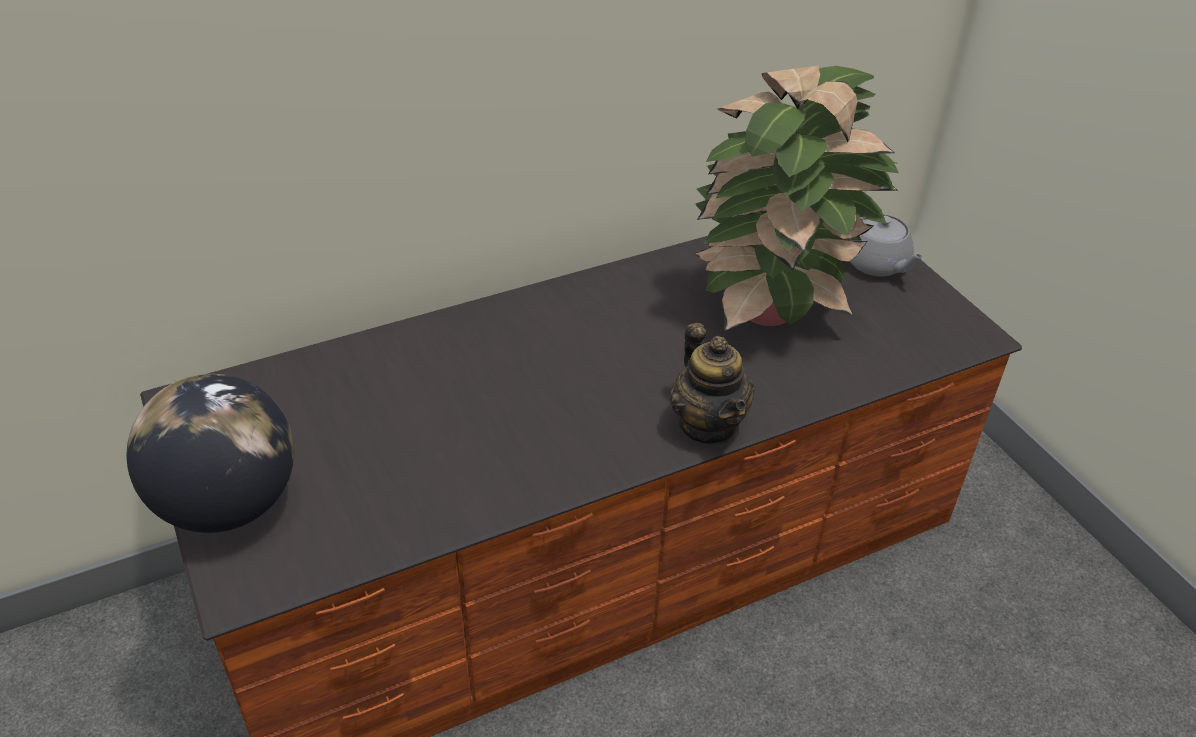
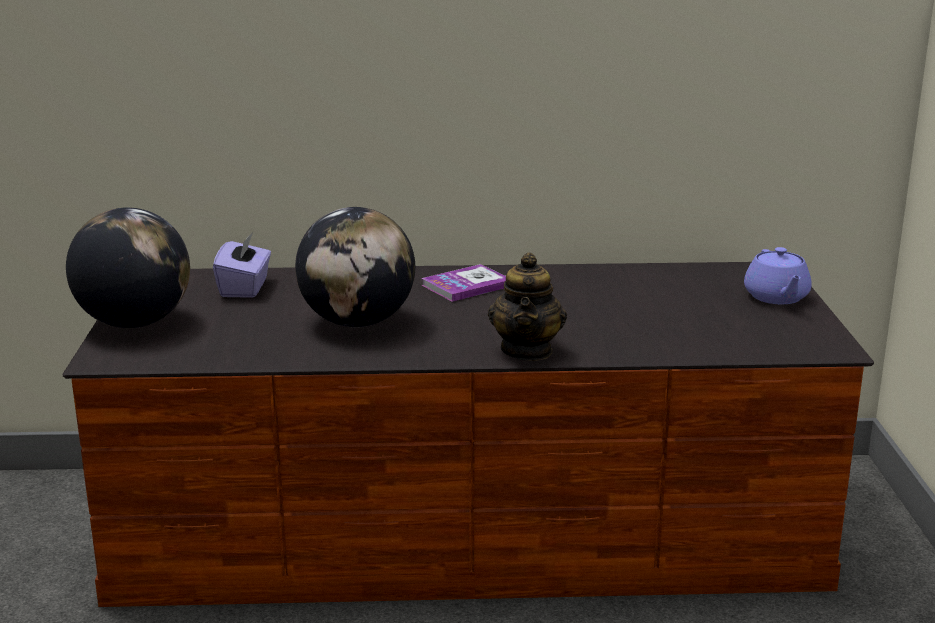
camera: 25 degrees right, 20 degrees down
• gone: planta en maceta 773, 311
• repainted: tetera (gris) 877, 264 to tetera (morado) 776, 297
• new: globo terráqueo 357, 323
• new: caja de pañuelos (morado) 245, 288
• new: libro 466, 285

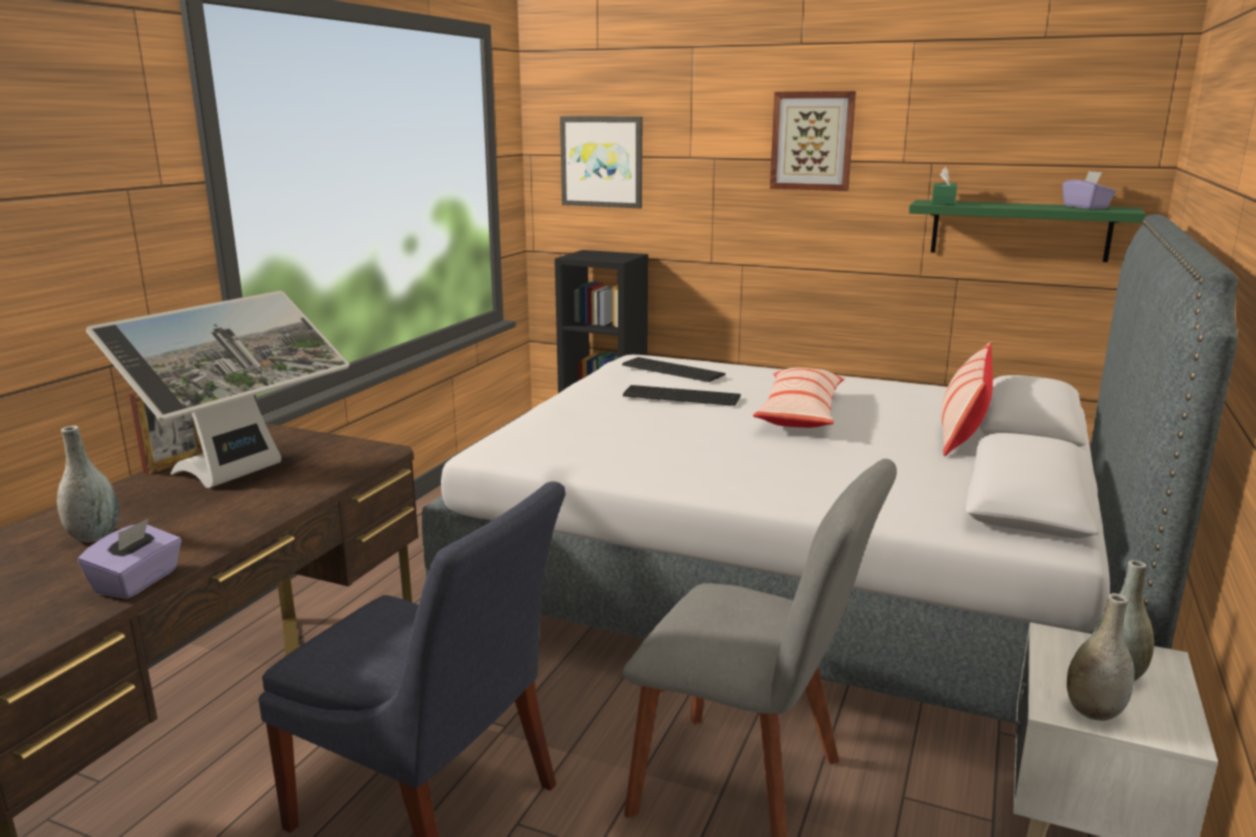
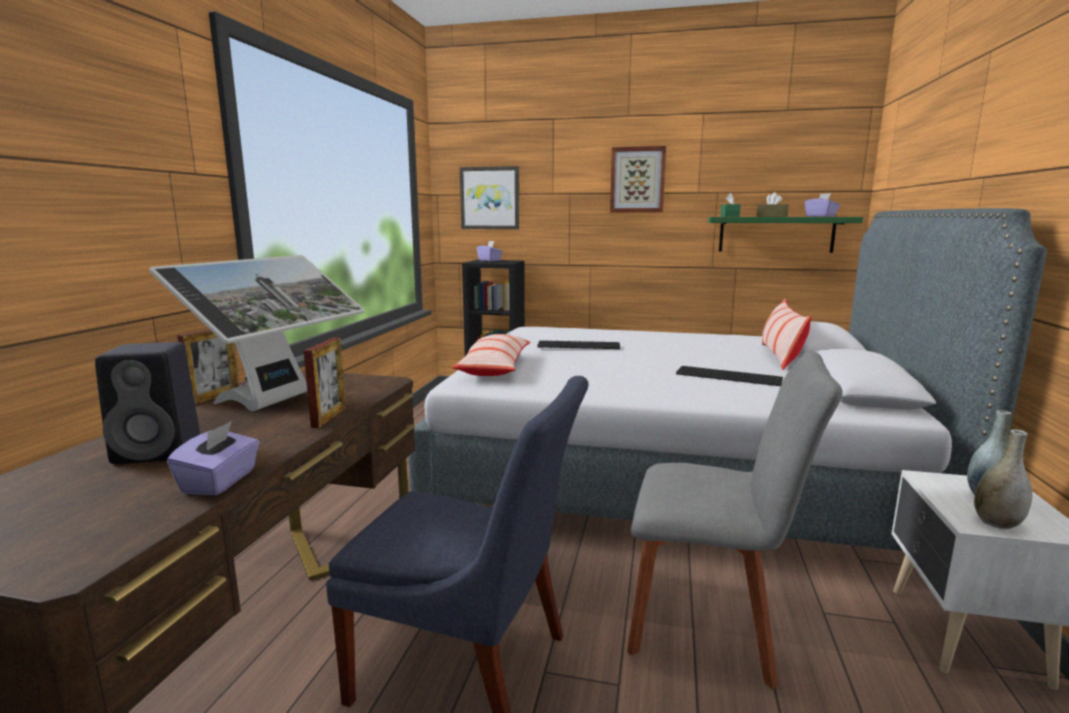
camera: 10 degrees left, 5 degrees down
• shifted: teclado 672, 370 to 729, 377
• shifted: cojín 800, 413 to 495, 367
• swapped: florero (gris) 94, 536 to altavoz (negro) 161, 450
• new: caja de pañuelos (marrón) 771, 216
• new: caja de pañuelos (morado) 489, 260
• new: portarretratos 329, 417

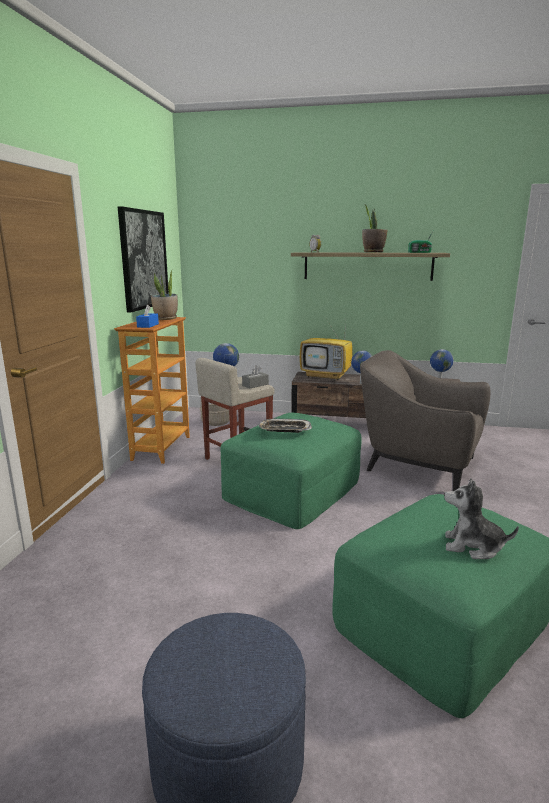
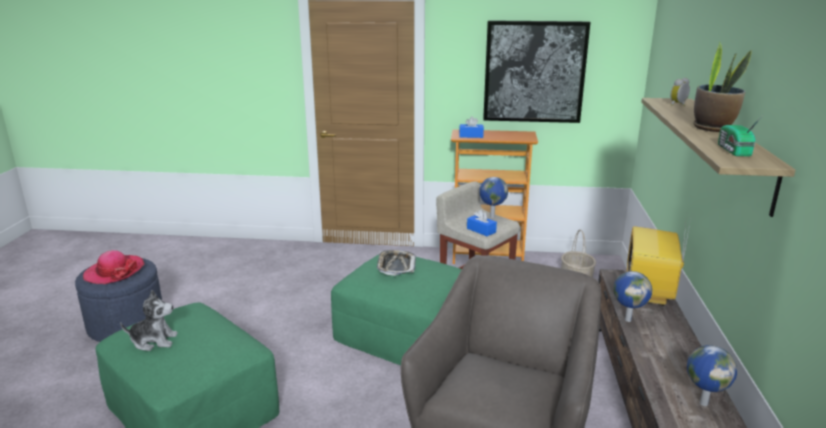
camera: 85 degrees right, 5 degrees up
• gone: planta en maceta 166, 318
• repainted: caja de pañuelos (gris) 255, 385 to caja de pañuelos (azul) 481, 230
• rotated: peluche 472, 546 = 154, 341 75 degrees clockwise
• new: sombrero 114, 272

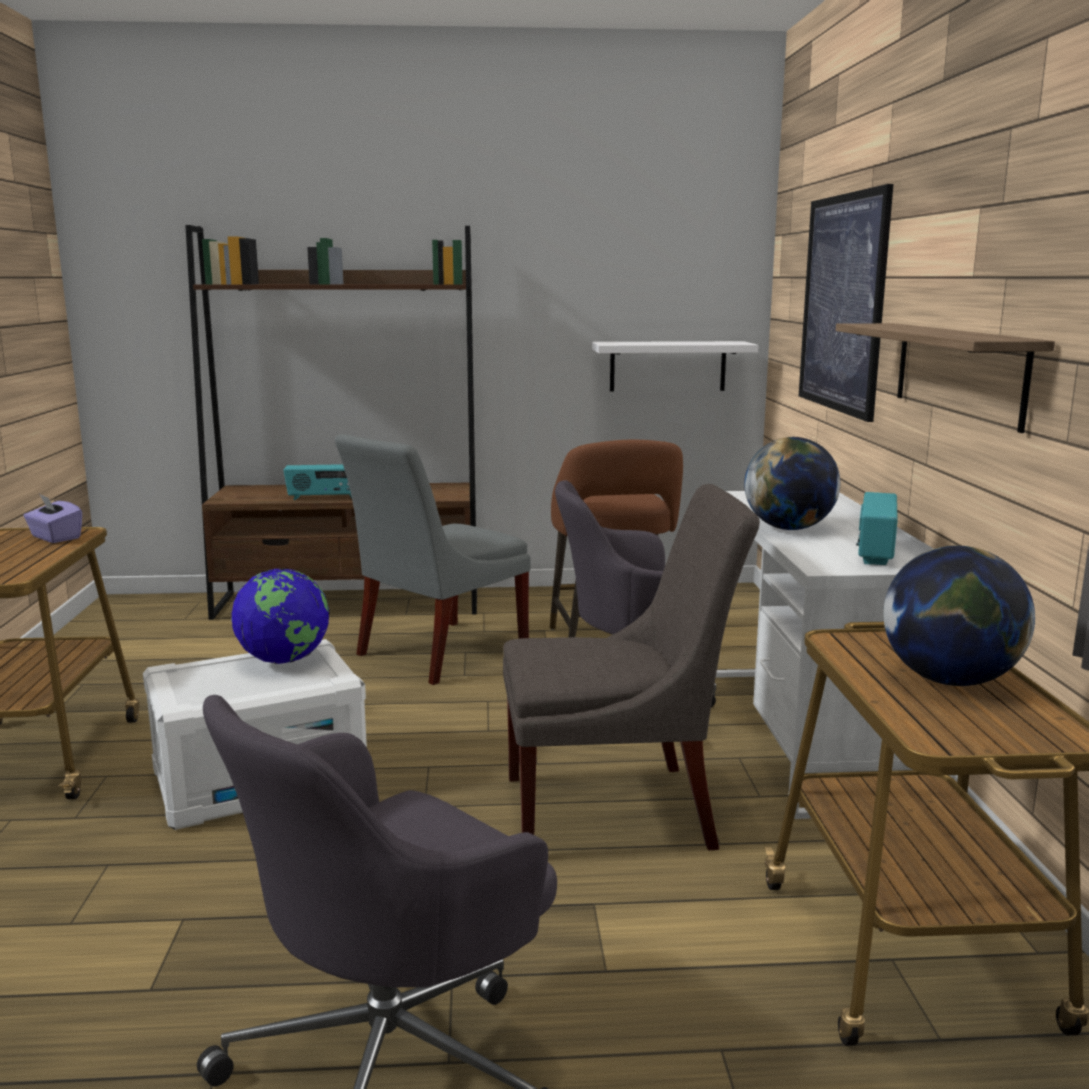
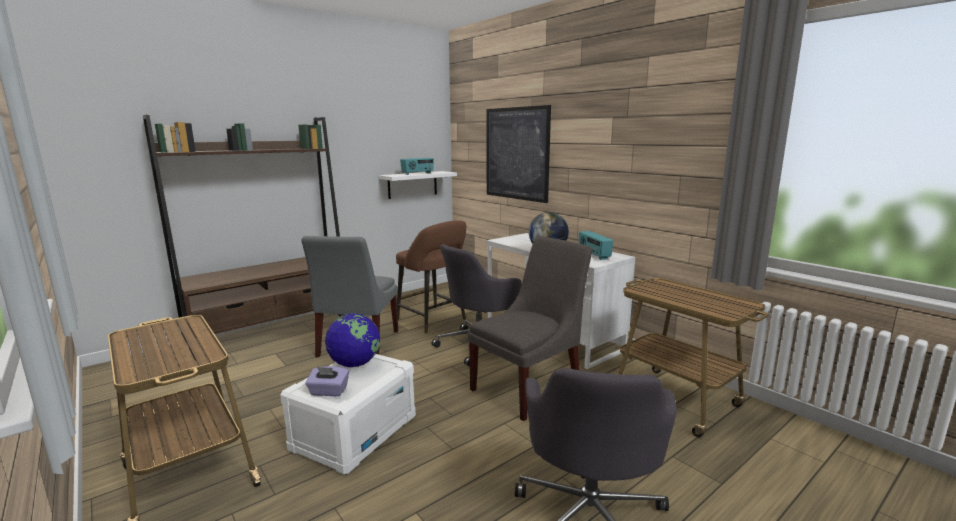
camera: 35 degrees left, 0 degrees up
• gone: estante 958, 372
• shifted: radio 324, 498 to 418, 173
• shifted: caja de pañuelos (morado) 55, 537 to 328, 392
• gone: globo terráqueo 949, 680

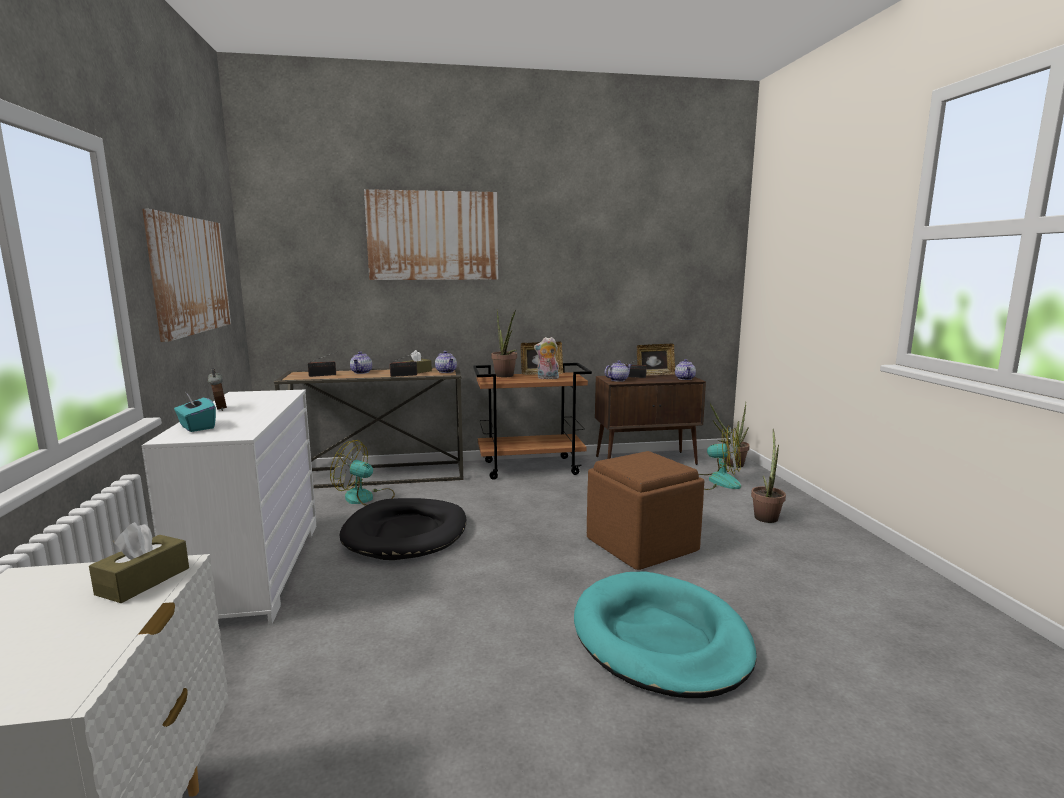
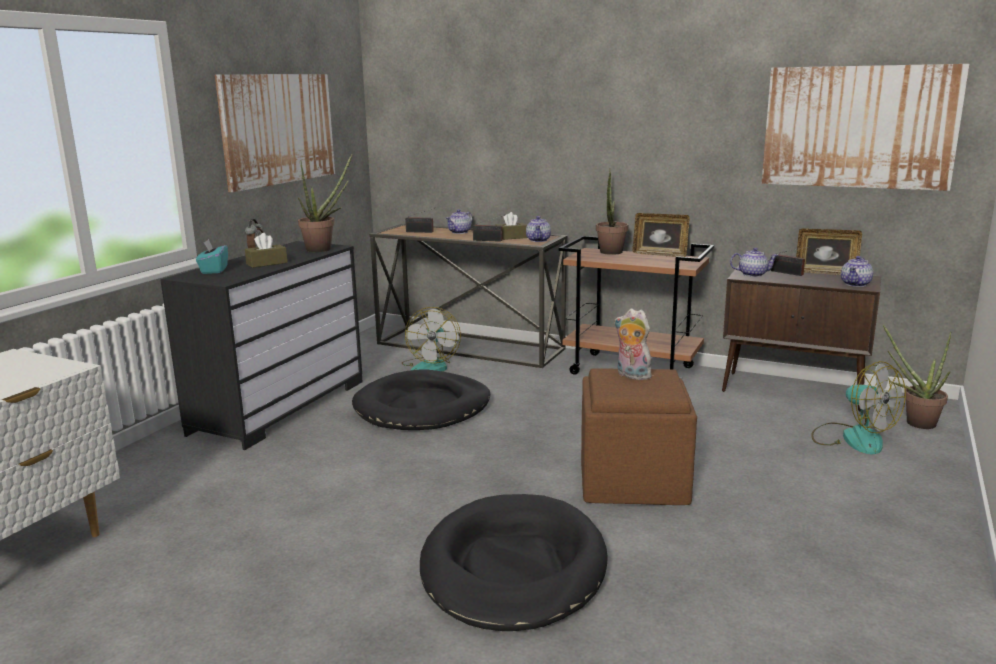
camera: 35 degrees right, 5 degrees up
• shifted: cuadro 433, 236 to 858, 127
• shifted: peluche 547, 378 to 631, 375
• repainted: cómoda (blanco) 254, 570 to cómoda (negro) 279, 406
• shifted: planta en maceta 766, 516 to 324, 249
• rotated: ventilador 366, 498 = 430, 366 135 degrees counterclockwise
• shifted: caja de pañuelos (marrón) 143, 581 to 267, 263
• repainted: cama para perro (turquesa) 660, 638 to cama para perro (negro) 513, 568

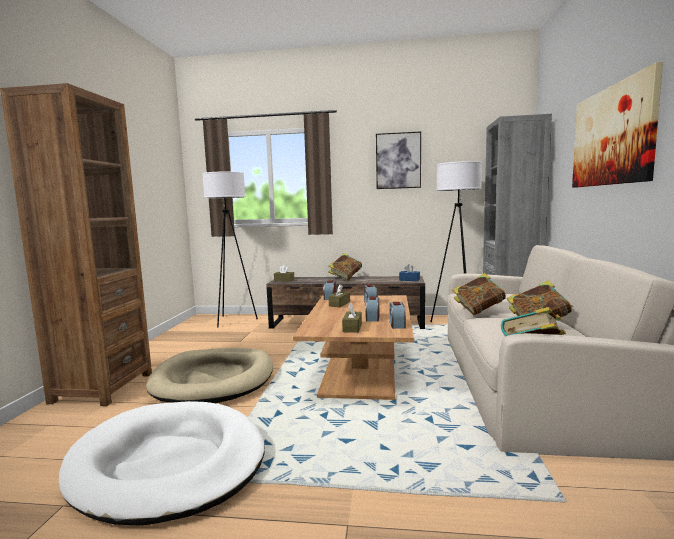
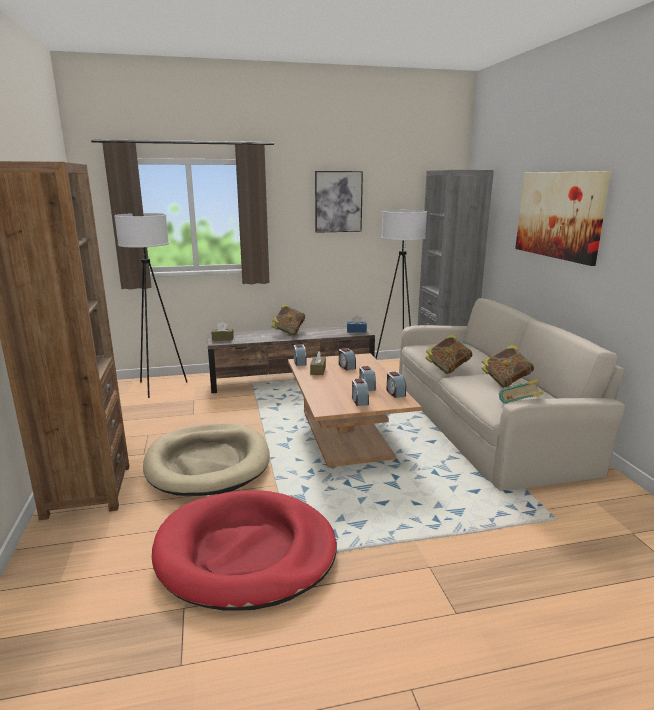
camera: 20 degrees left, 10 degrees up
• swapped: caja de pañuelos (marrón) 352, 328 to despertador 359, 401
• repainted: cama para perro (blanco) 169, 464 to cama para perro (rojo) 246, 553

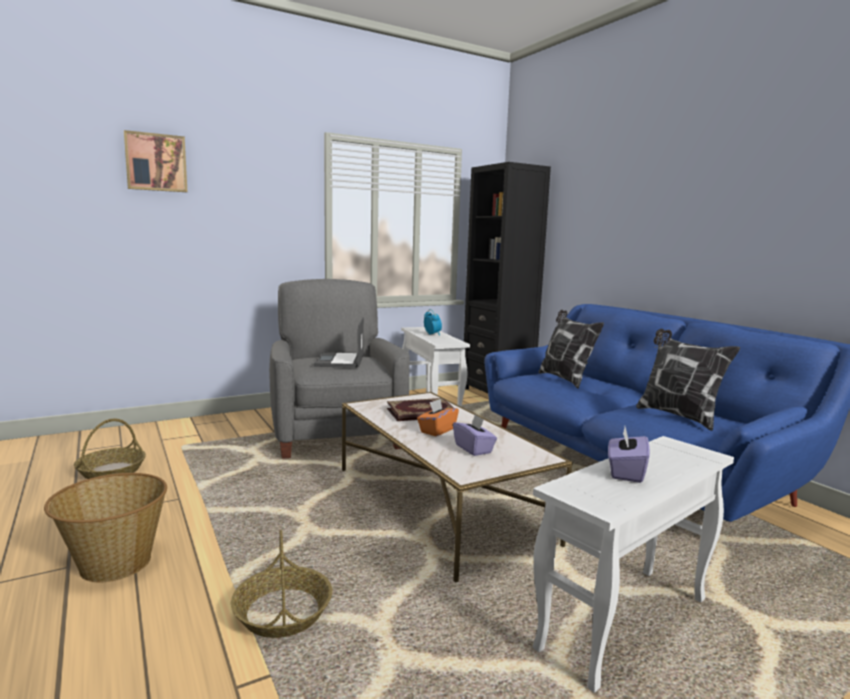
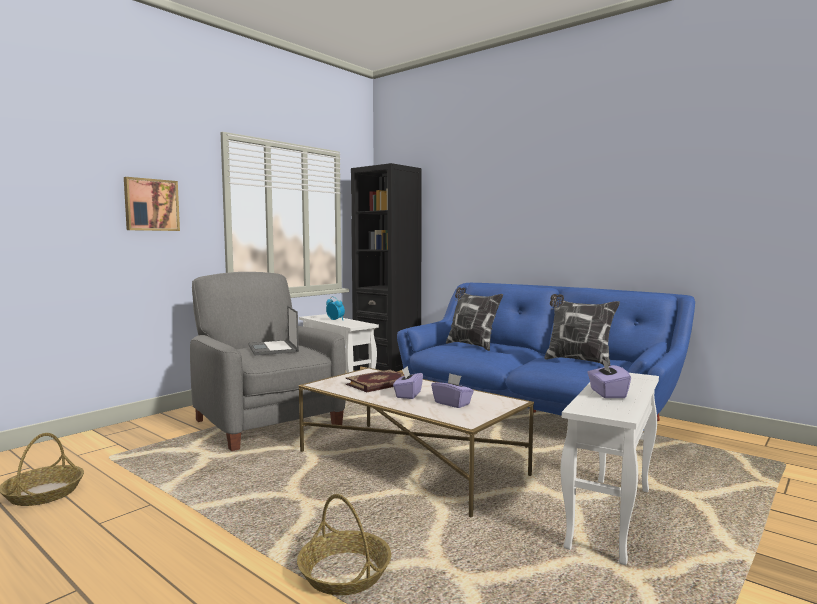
camera: 20 degrees left, 5 degrees down
• shifted: cuadro 156, 162 to 151, 205
• repainted: caja de pañuelos (naranja) 437, 430 to caja de pañuelos (morado) 408, 395
• gone: cesta 114, 563

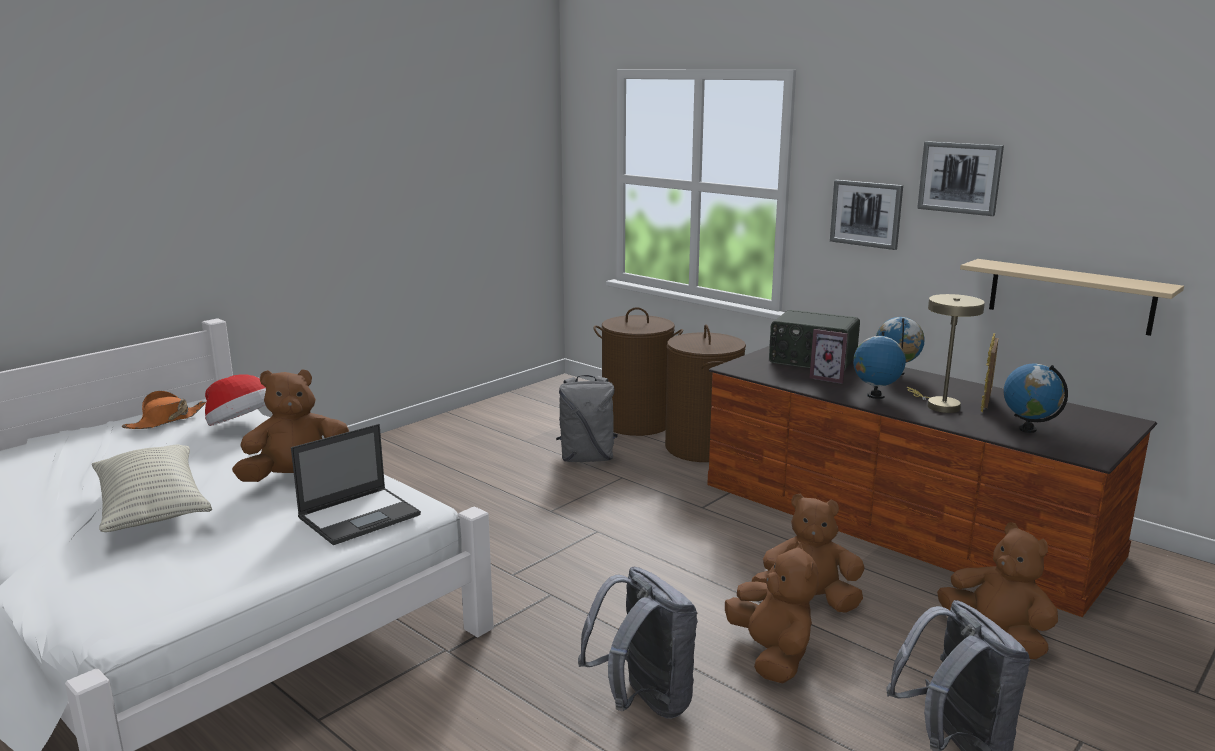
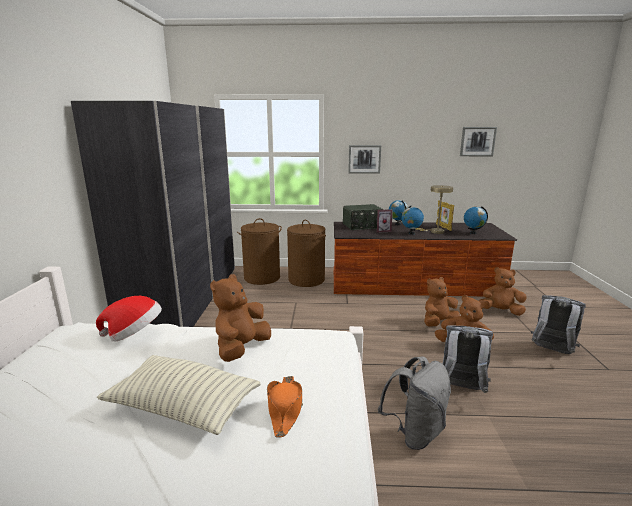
camera: 40 degrees left, 0 degrees up
• shifted: cuadro 960, 178 to 477, 141
• gone: estante (beis) 1070, 296
• shifted: mochila (gris) 587, 458 to 415, 433
• shifted: sombrero (naranja) 165, 420 to 285, 409
• gone: portátil 360, 516
• new: armario ropero (gris) 186, 300

